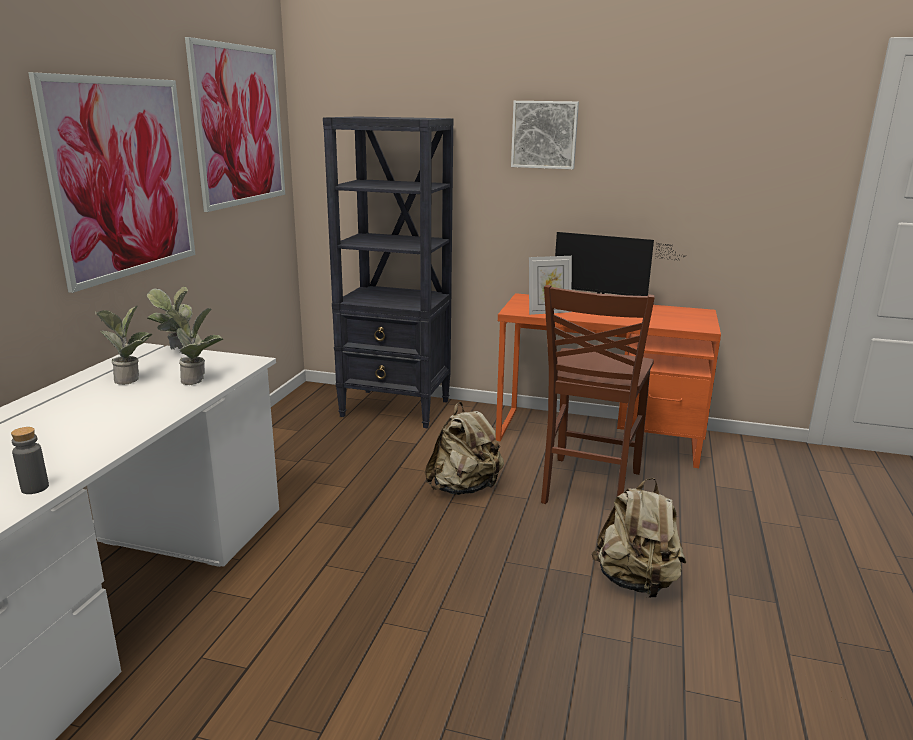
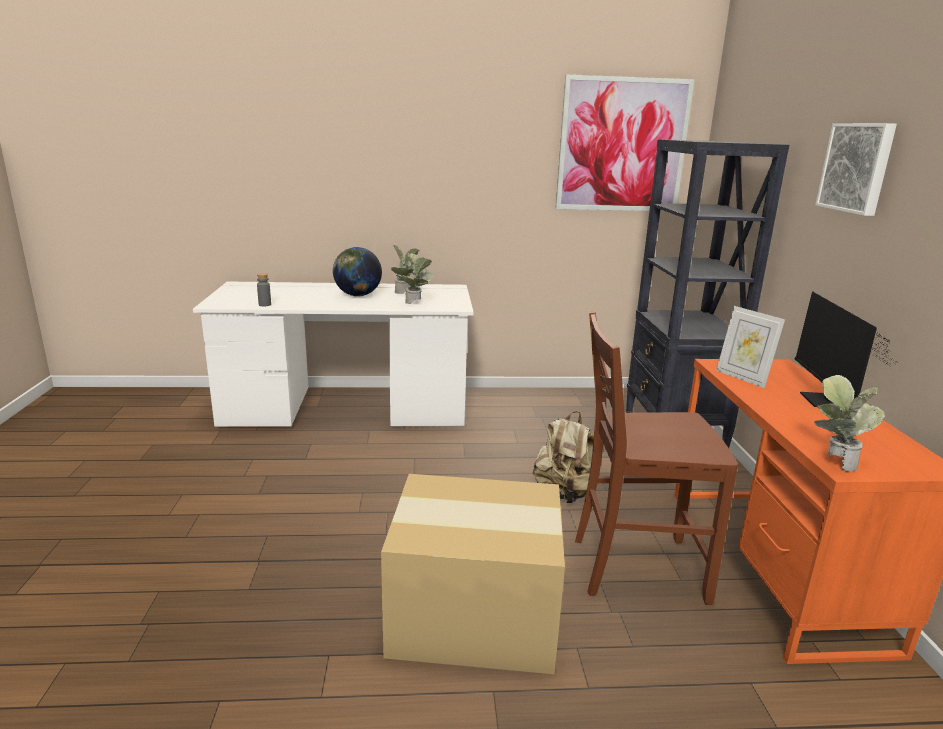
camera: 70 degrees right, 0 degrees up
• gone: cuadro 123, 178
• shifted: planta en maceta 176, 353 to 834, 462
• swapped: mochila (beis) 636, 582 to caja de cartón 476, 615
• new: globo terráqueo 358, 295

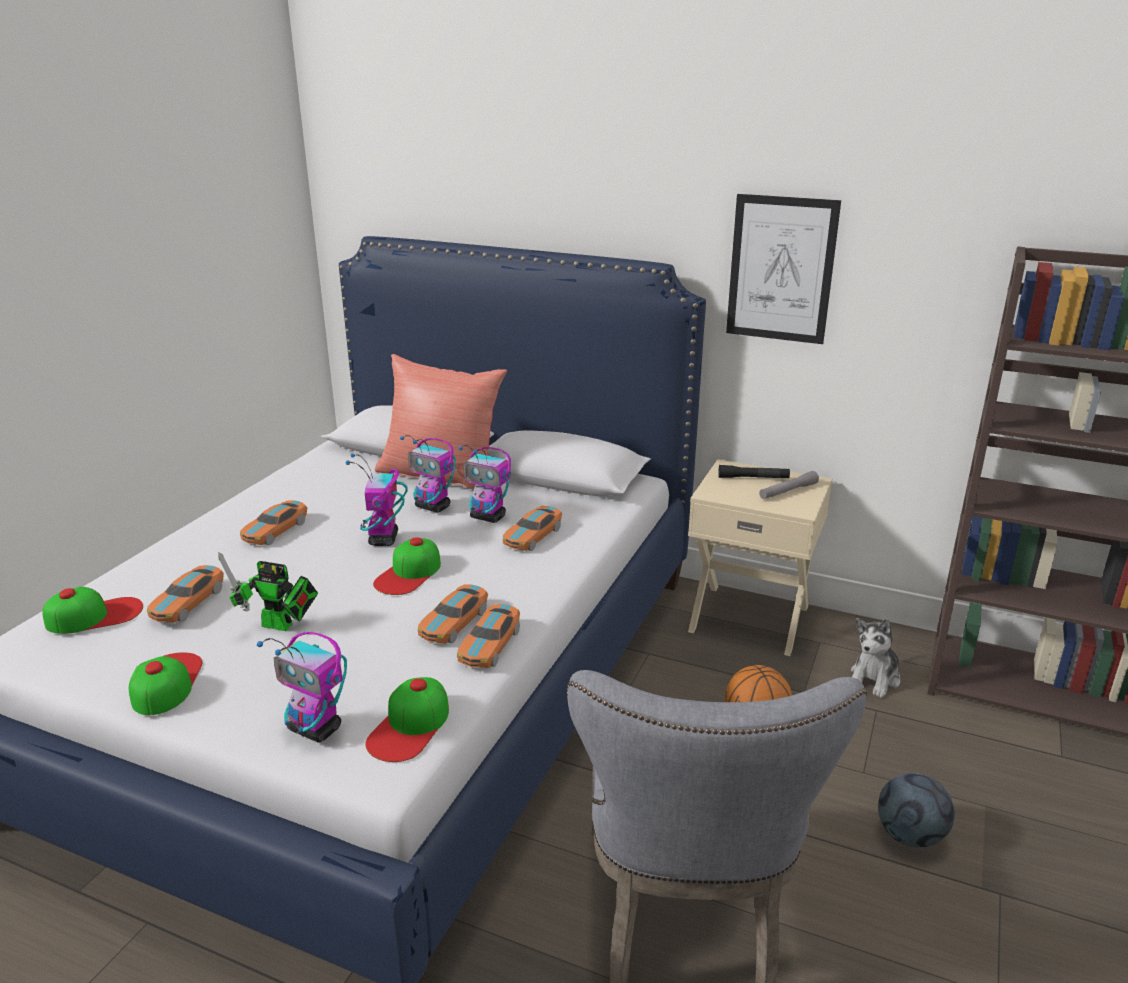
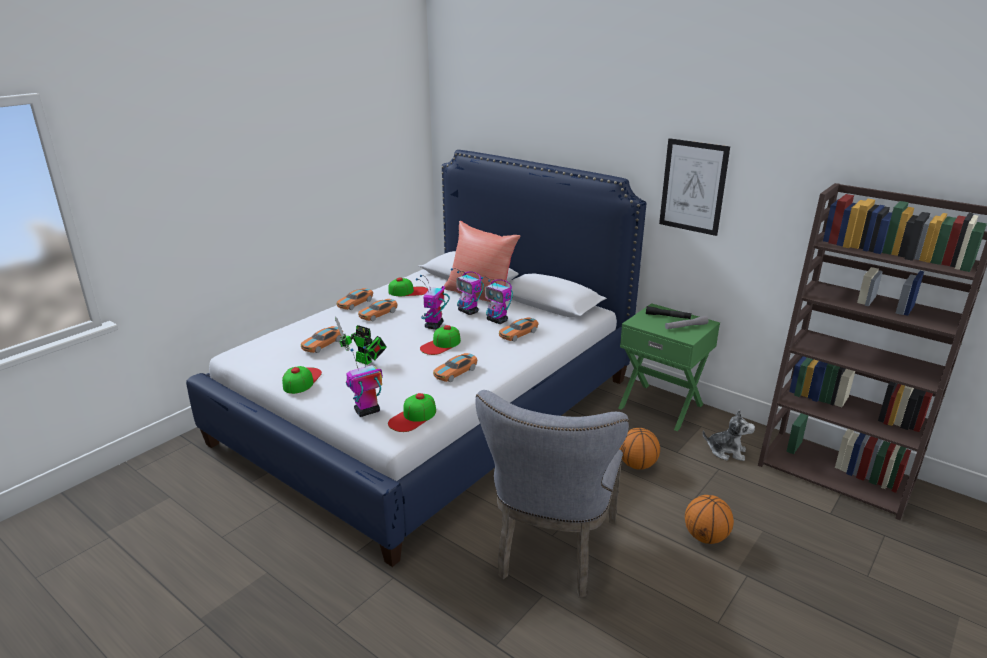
camera: 15 degrees right, 0 degrees up
• repainted: mesita de noche (beis) 749, 617 to mesita de noche (verde) 661, 406
• shifted: gorra 95, 615 to 408, 291
• shifted: coche de juguete 490, 645 to 355, 303
• rotated: peluche 874, 678 = 726, 451 120 degrees counterclockwise
• rotated: robot de juguete 316, 729 = 366, 411 105 degrees clockwise
• swapped: balón de fútbol 910, 836 to balón de baloncesto 705, 537

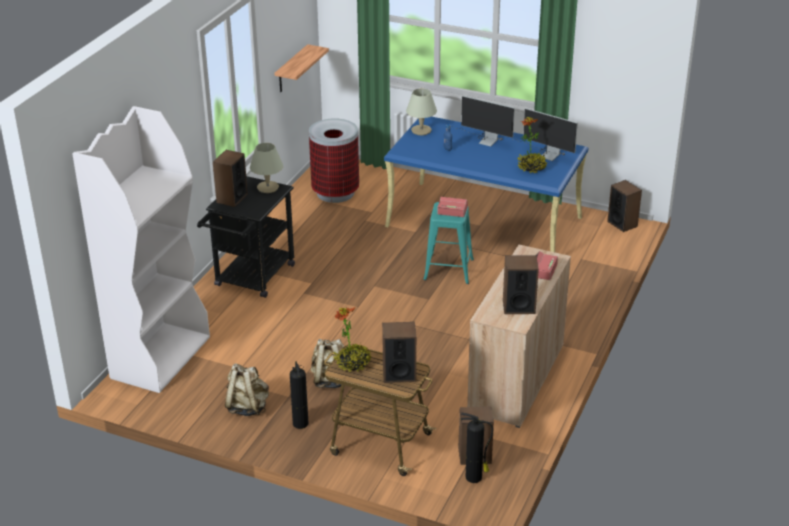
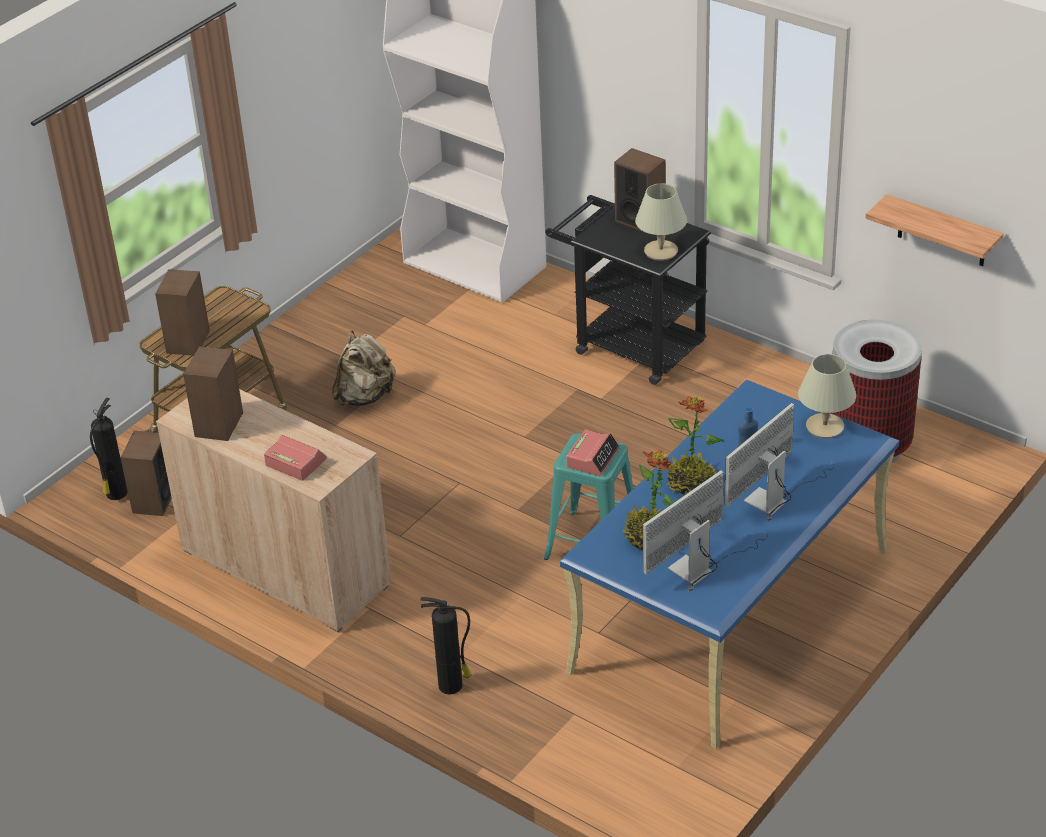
camera: 105 degrees right, 5 degrees up
• gone: altavoz 622, 223
• shifted: planta en maceta 353, 363 to 691, 483
• shifted: extintor 300, 423 to 452, 686
• gone: mochila (beis) 247, 407

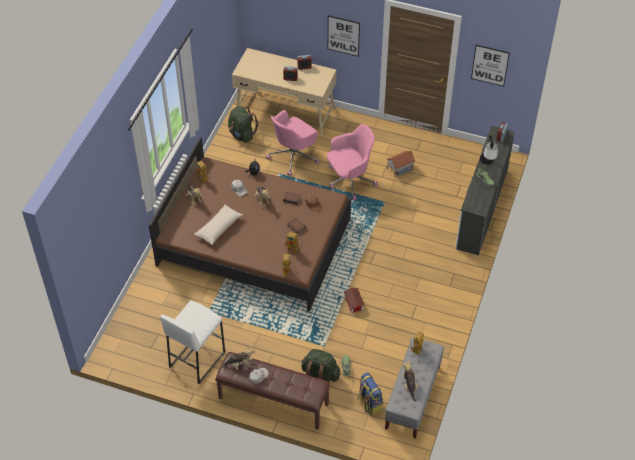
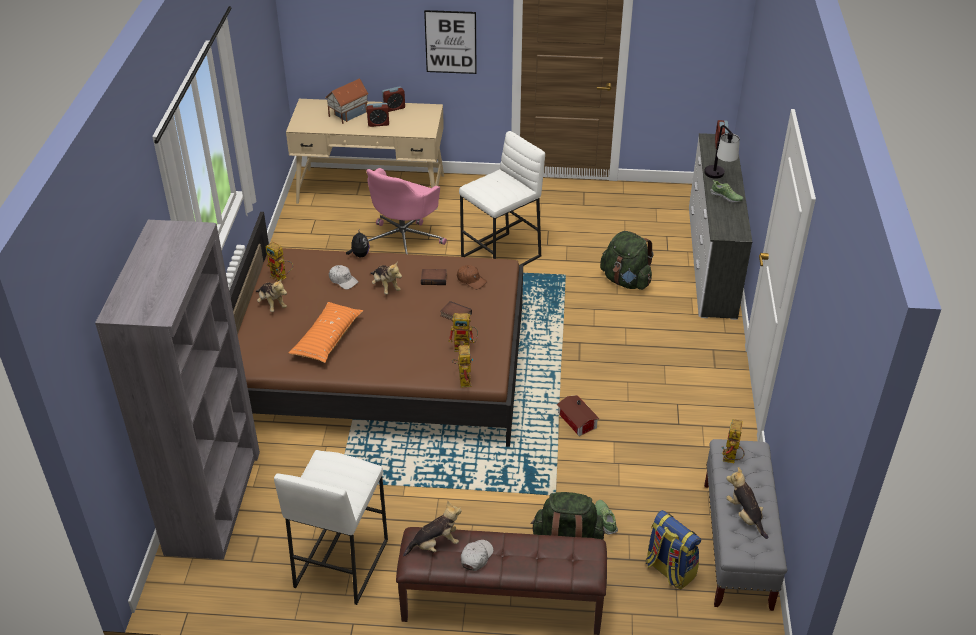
camera: 15 degrees left, 10 degrees down
• gone: cuadro 490, 65
• shifted: mochila (verde) 241, 134 to 626, 281
• swapped: silla de oficina (rosa) 350, 180 to taburete (blanco) 501, 257
• shifted: casita 399, 169 to 348, 114
• repainted: cojín (beis) 219, 228 to cojín (naranja) 327, 339
• new: estantería (gris) 213, 501

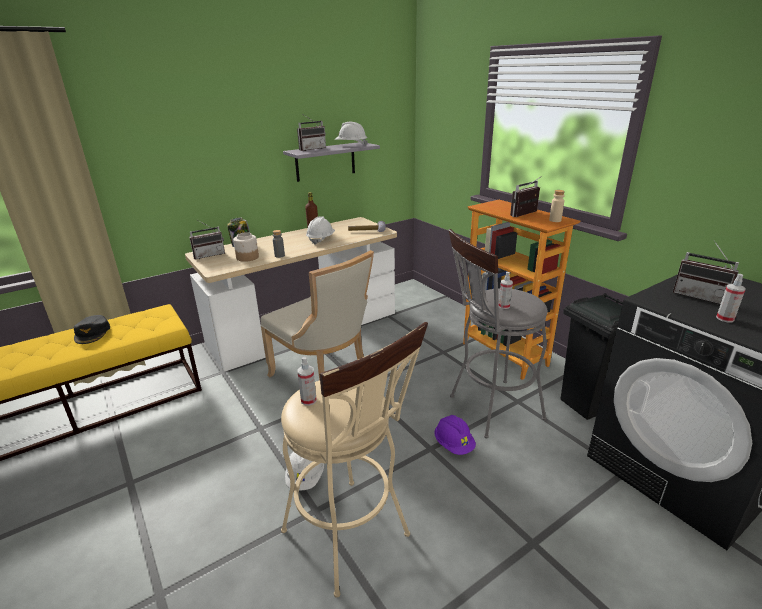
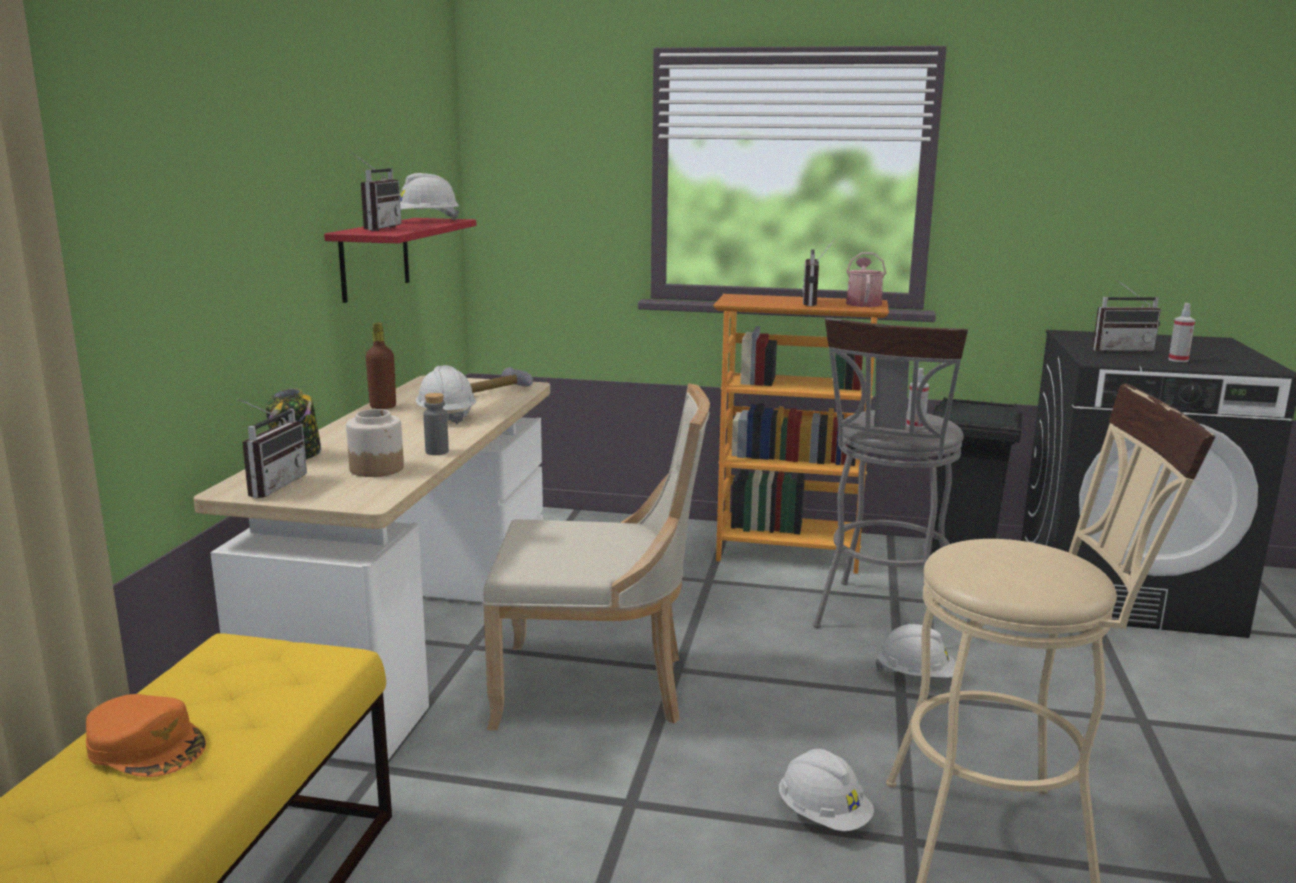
camera: 45 degrees left, 10 degrees down
• repainted: estante (gris) 325, 161 to estante (rojo) 375, 258
• swapped: botella (beis) 555, 220 to regadera 863, 303
• repainted: gorra (negro) 92, 333 to gorra (naranja) 147, 746
• gone: pulverizador 308, 400
• repainted: casco (morado) 453, 444 to casco (blanco) 916, 676

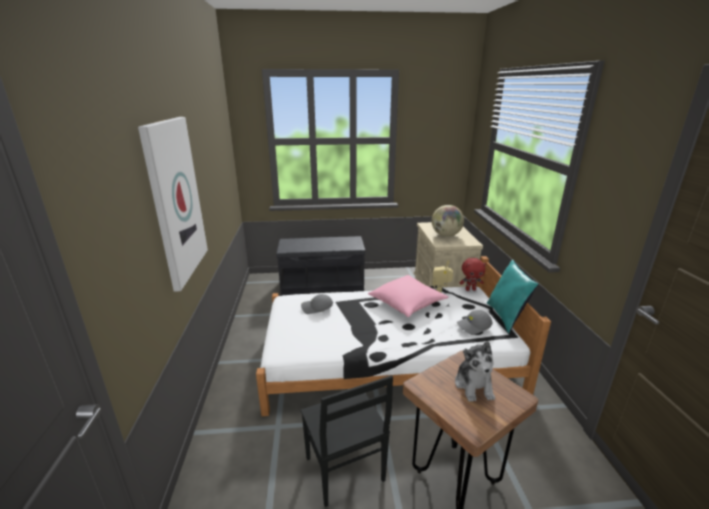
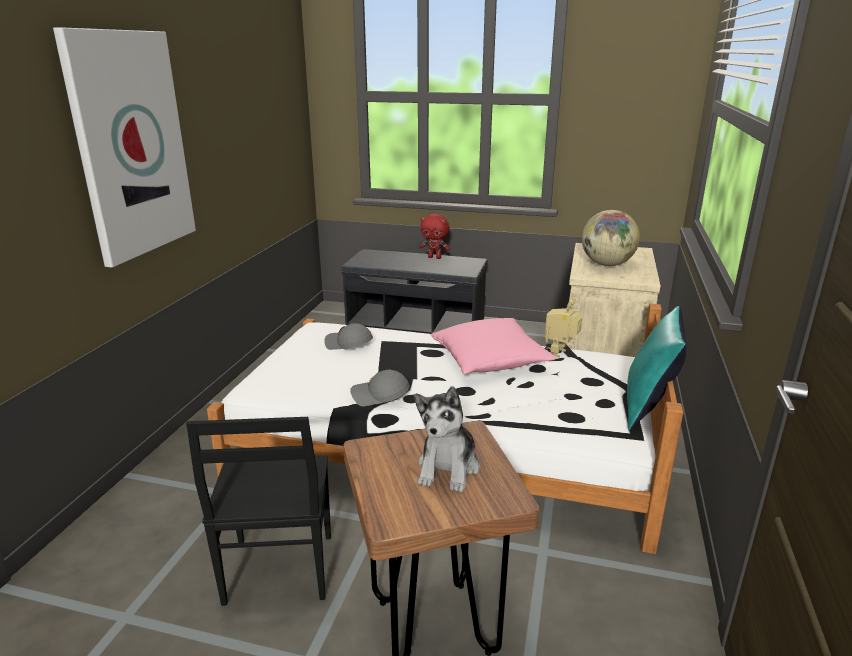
camera: 20 degrees right, 0 degrees up
• shifted: peluche (rojo) 470, 289 to 435, 257
• shifted: gorra (gris) 474, 326 to 379, 396

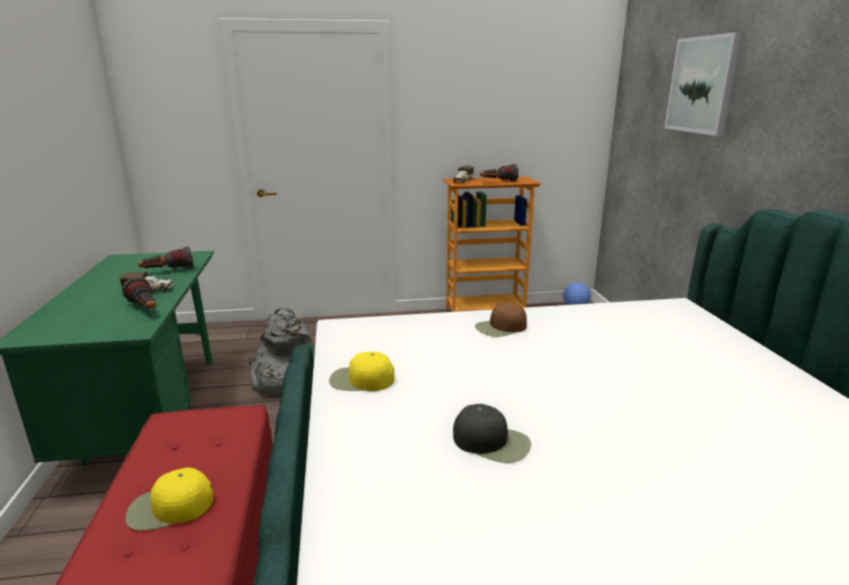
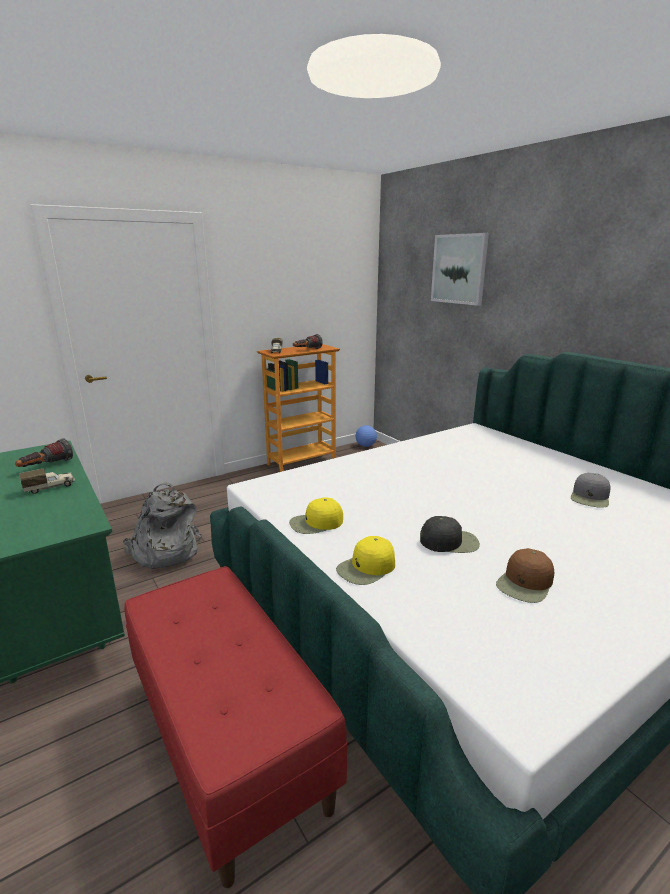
camera: 25 degrees left, 0 degrees up
• gone: linterna 145, 309
• shifted: gorra (marrón) 501, 327 to 525, 583
• shifted: gorra (amarillo) 169, 507 to 366, 568
• new: gorra (gris) 590, 497

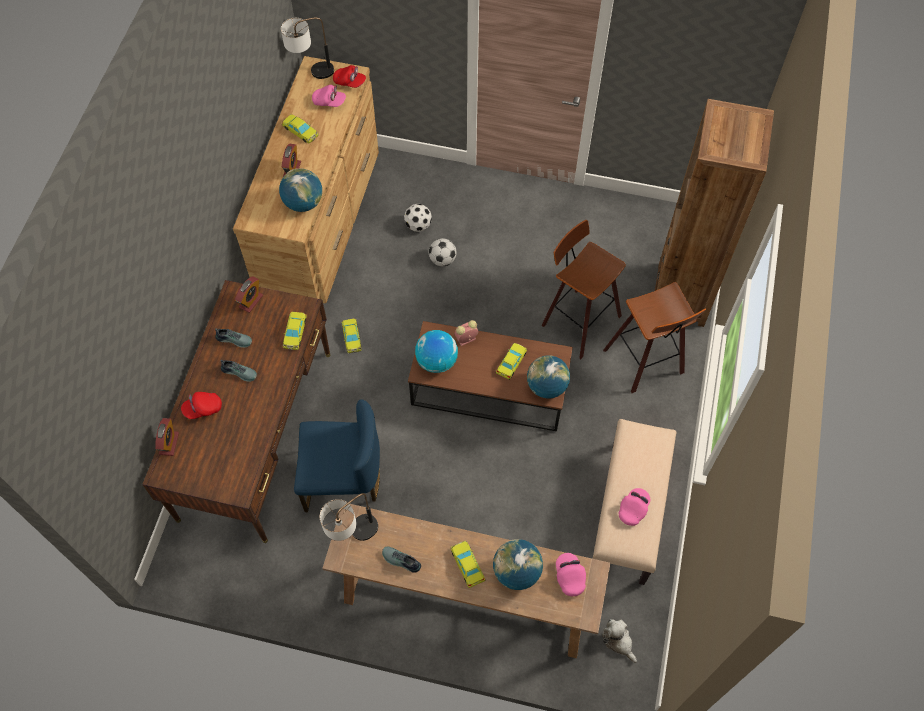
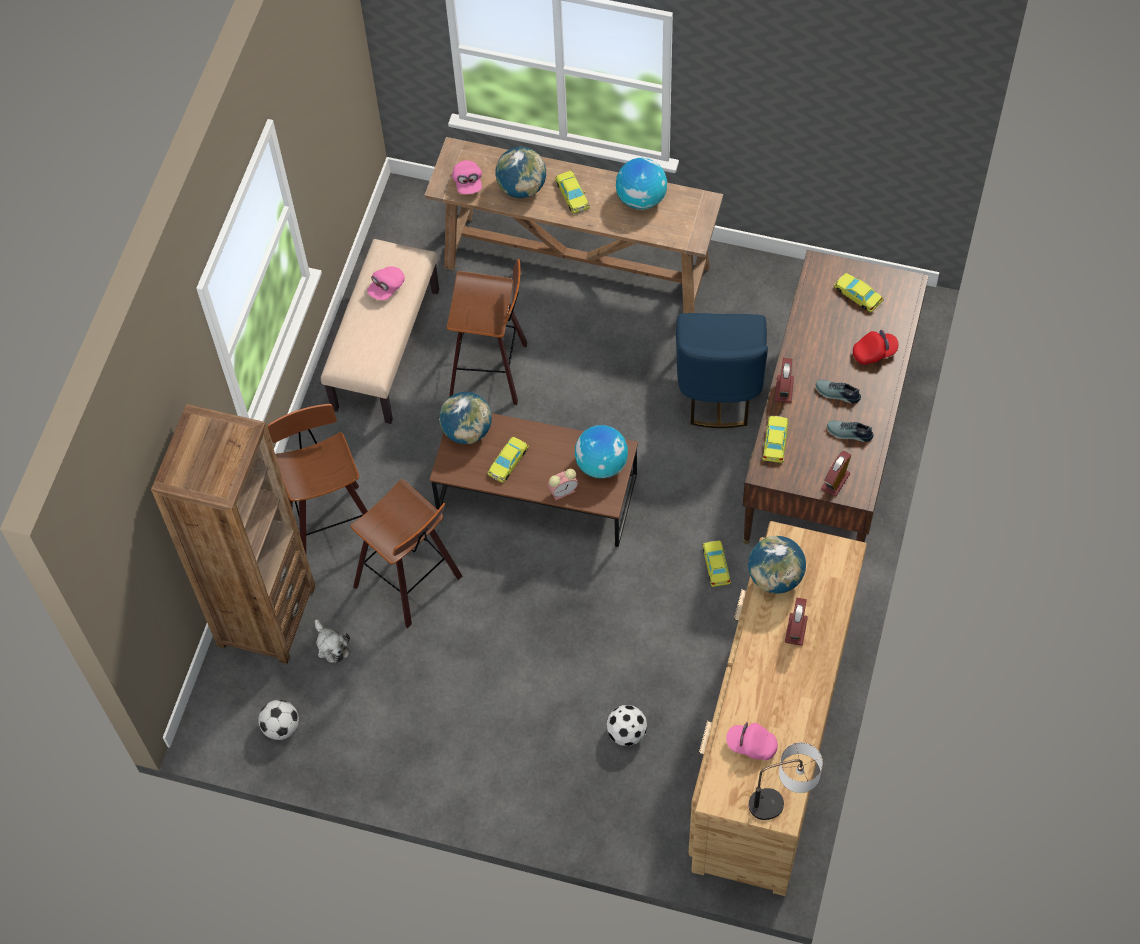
camera: 175 degrees left, 0 degrees up
• gone: gorra (rojo) 349, 82
• shifted: coche de juguete (amarillo) 300, 131 to 857, 294
• shifted: balón de fútbol 442, 260 to 281, 727
• rotated: silla (azul) 342, 479 = 718, 390 90 degrees counterclockwise
• shifted: despertador 169, 443 to 784, 389
• gone: lámpara de mesa 353, 536
• swapped: zapato 401, 561 to globo terráqueo 641, 198
• shifted: peluche 618, 641 to 331, 646
• new: taburete 491, 370

